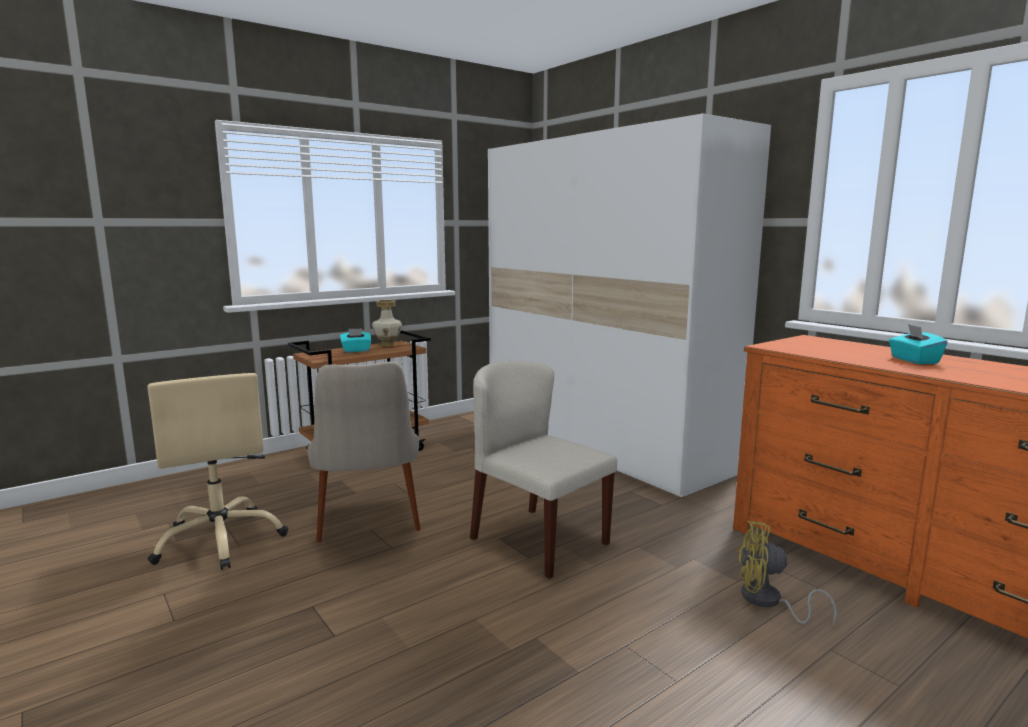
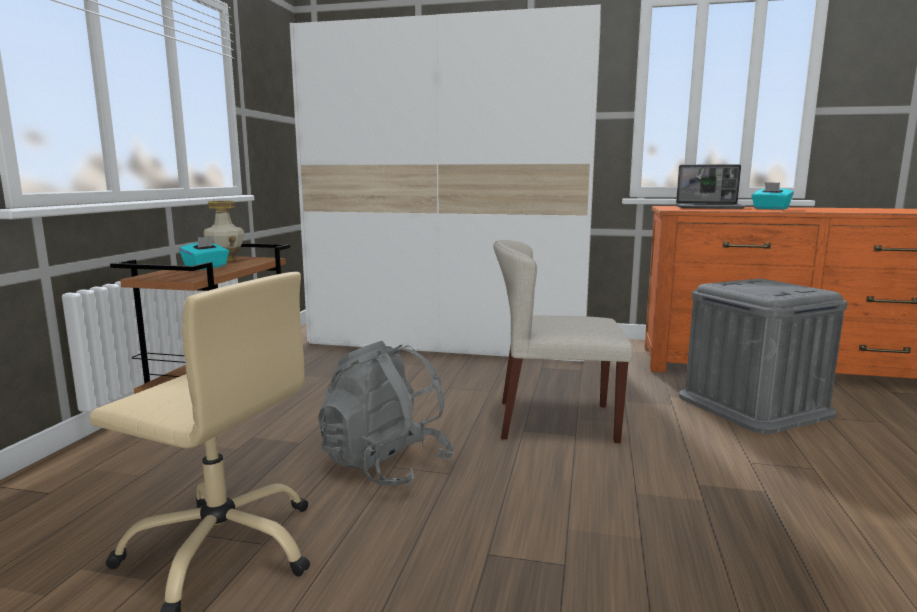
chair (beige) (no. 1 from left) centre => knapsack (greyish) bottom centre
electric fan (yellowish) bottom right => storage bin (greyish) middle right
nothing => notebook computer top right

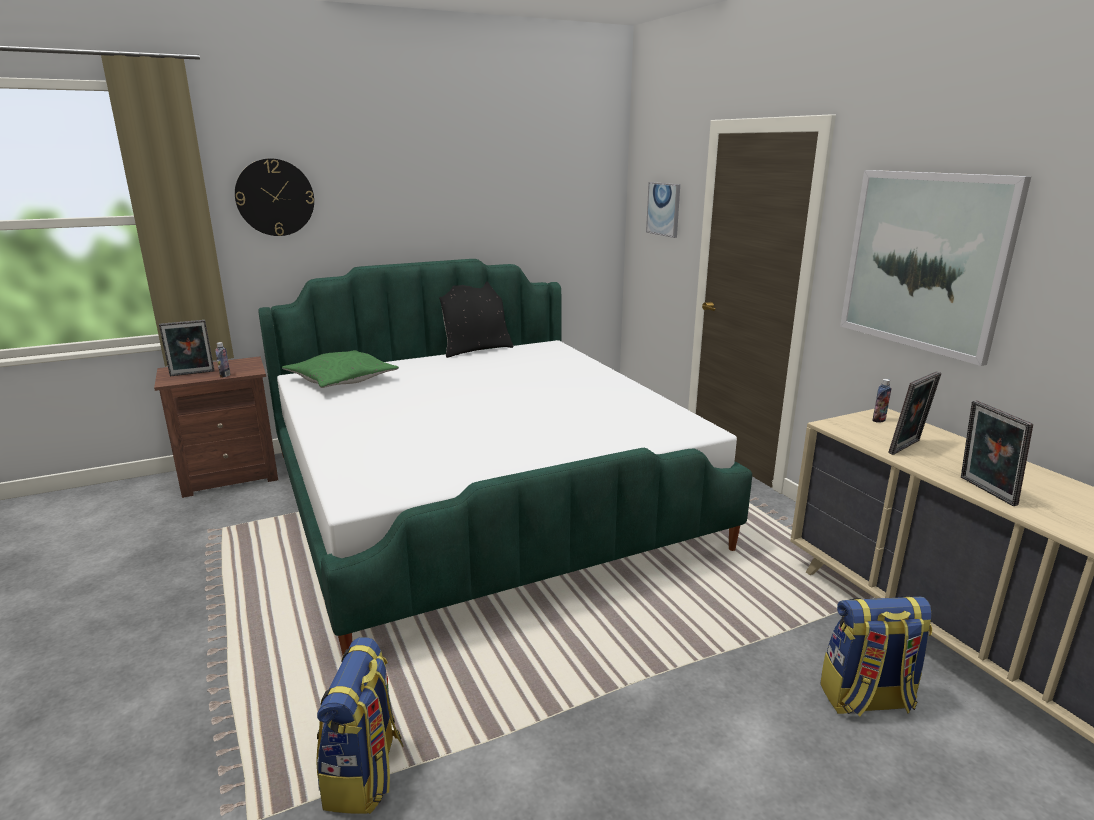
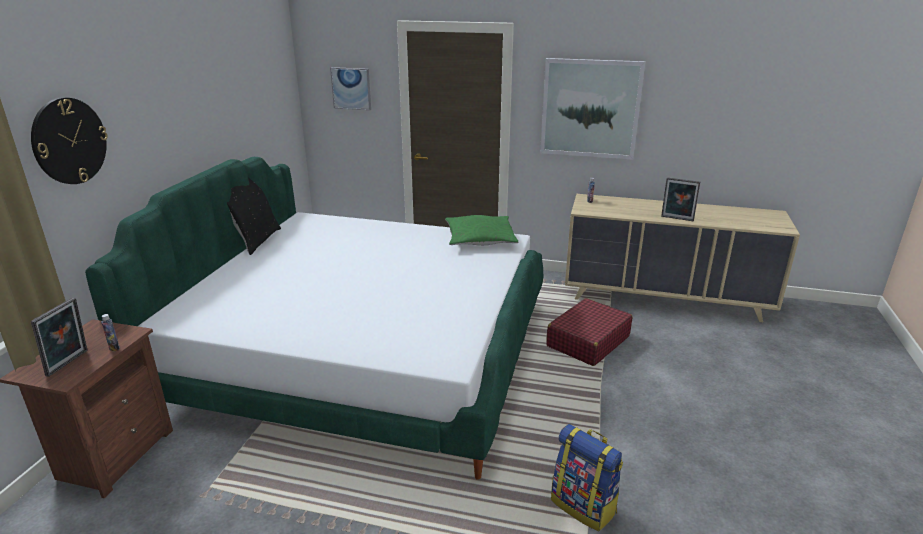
throw pillow (green) middle left => throw pillow (green) centre, relocated
knapsack (no. 2 from left) bottom right => nothing
photo frame (no. 2 from left) middle right => nothing
nothing => piece of luggage (red-coloured) centre

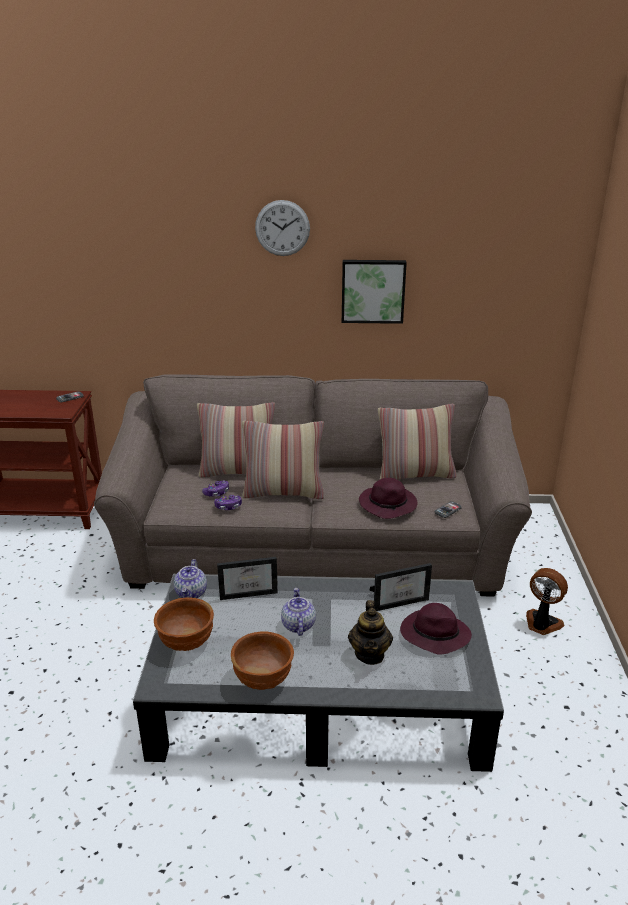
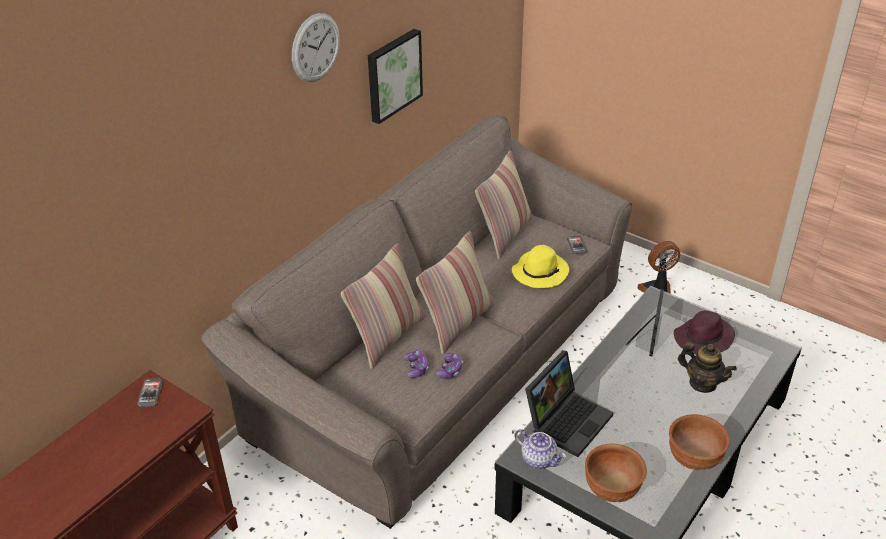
photo frame (no. 1 from left) centre => notebook computer bottom centre
tea pot (no. 2 from left) bottom centre => nothing
clothing hat (purplish) (no. 1 from left) centre => clothing hat (yellowish) centre

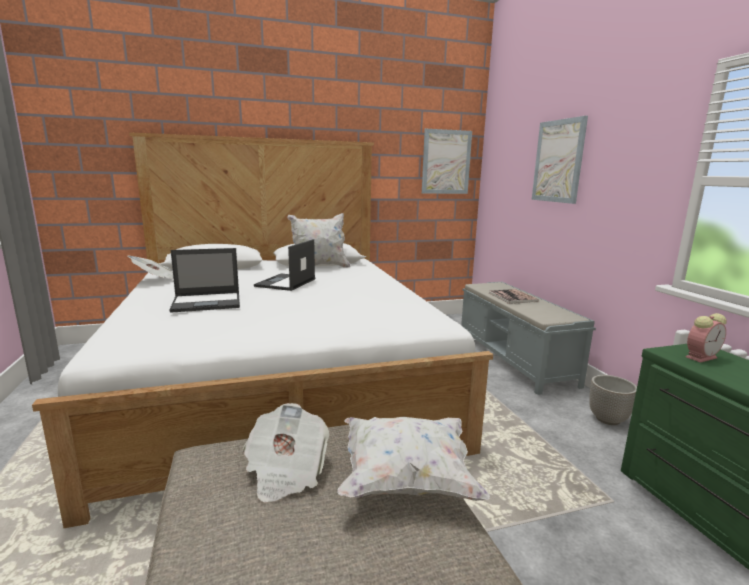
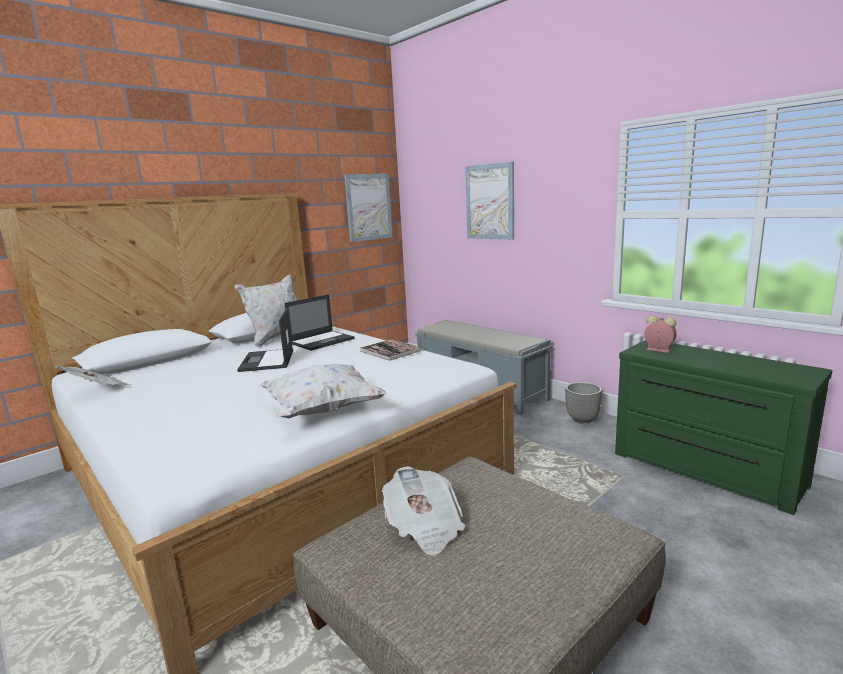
notebook computer (no. 1 from left in the first image) middle left => notebook computer (no. 2 from left) centre, relocated
throw pillow (whitish) (no. 2 from left) bottom centre => throw pillow (whitish) (no. 2 from left) centre, relocated
volume middle right => volume centre, relocated
alarm clock middle right, 90 degrees counterclockwise

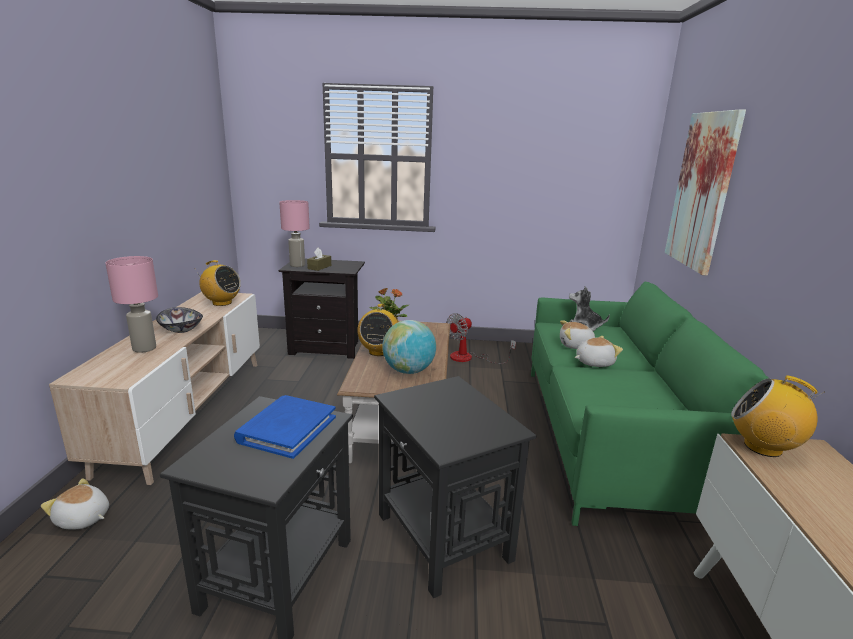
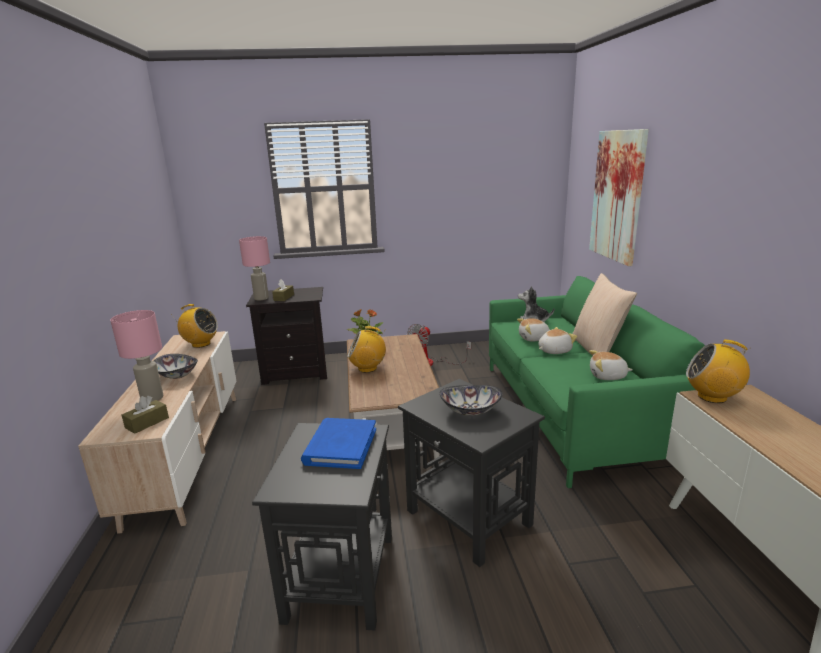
soft toy (no. 1 from left in the first image) bottom left => soft toy (no. 4 from left) middle right, relocated
radio set (no. 2 from left) centre, 90 degrees clockwise
desk globe centre => nothing
nothing => tissue box (brown) (no. 1 from left) middle left
nothing => deep dish (no. 2 from left) centre
nothing => throw pillow (beige) middle right

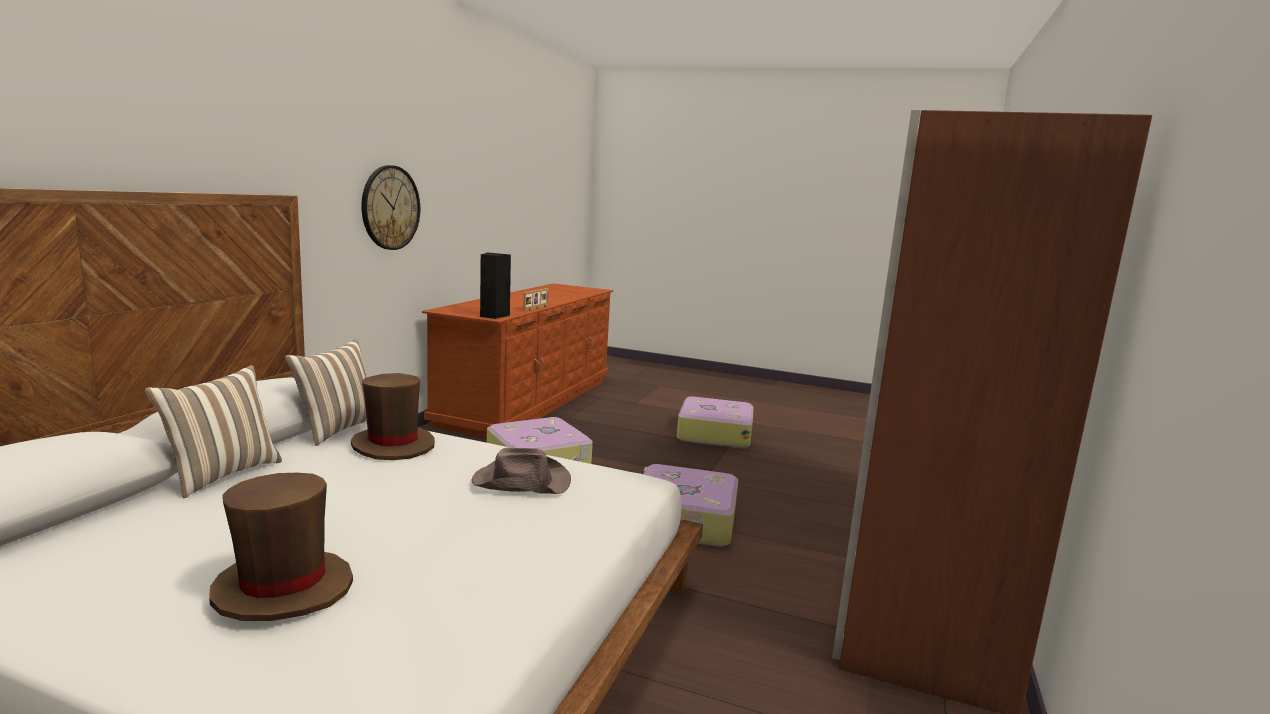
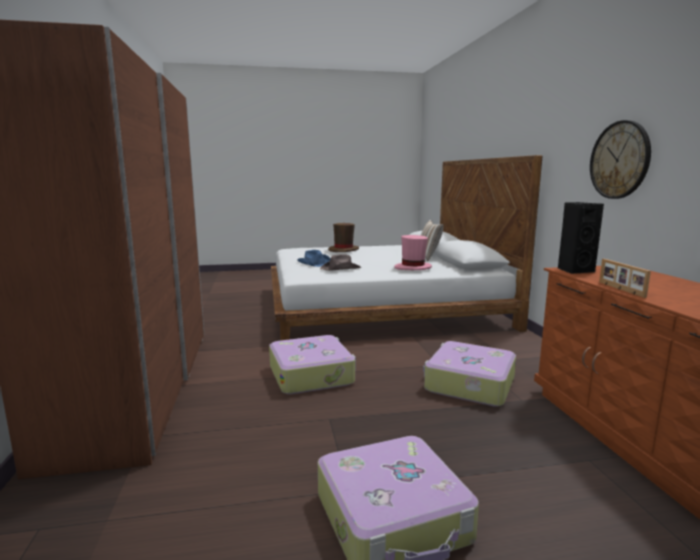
throw pillow (no. 2 from left) middle left => nothing
clothing hat (brown) (no. 2 from left) middle left => clothing hat (pinkish) centre
nothing => clothing hat (blue-coloured) centre

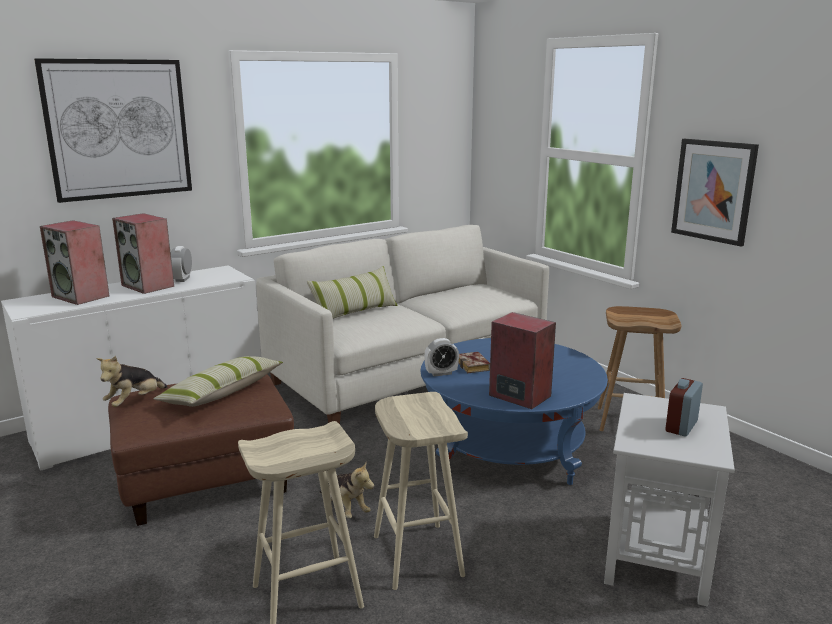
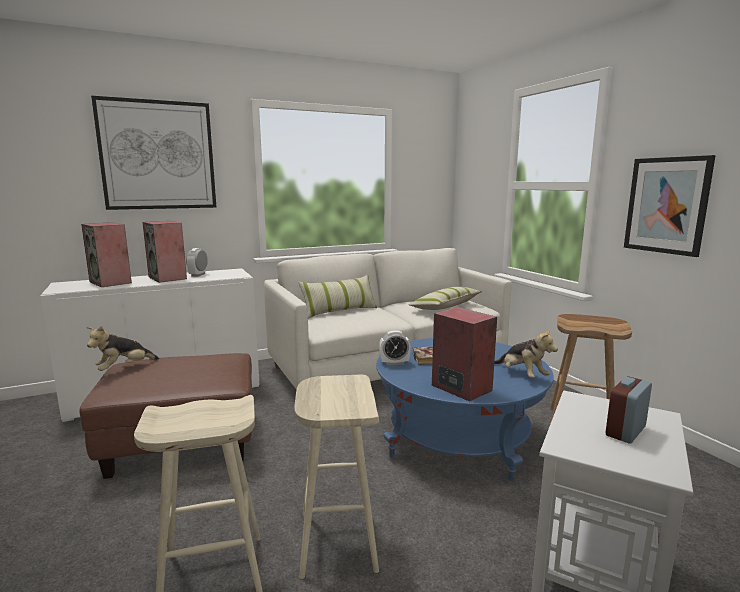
throw pillow (no. 1 from left in the first image) middle left => throw pillow (no. 2 from left) centre, relocated
soft toy (no. 2 from left) bottom centre => soft toy (no. 2 from left) middle right, relocated

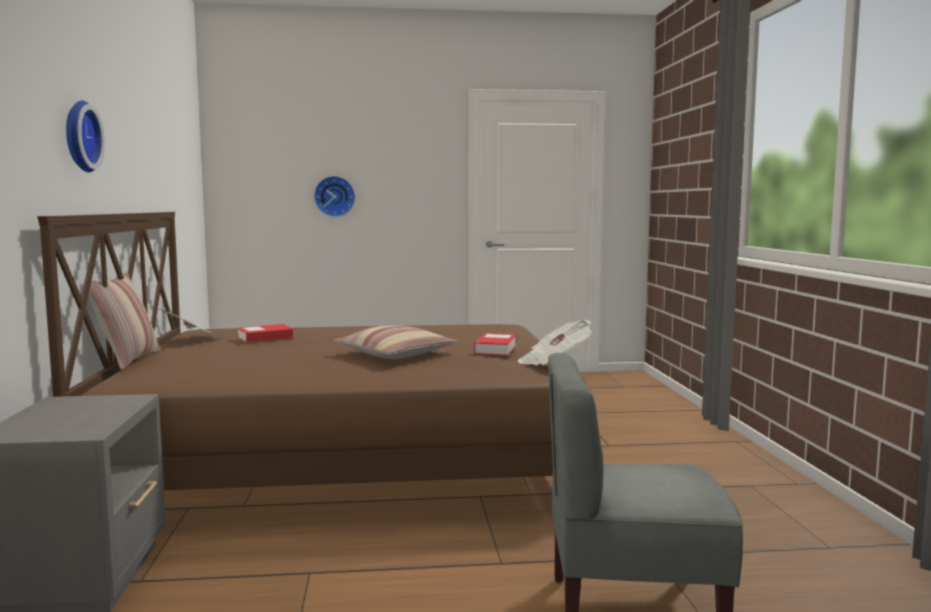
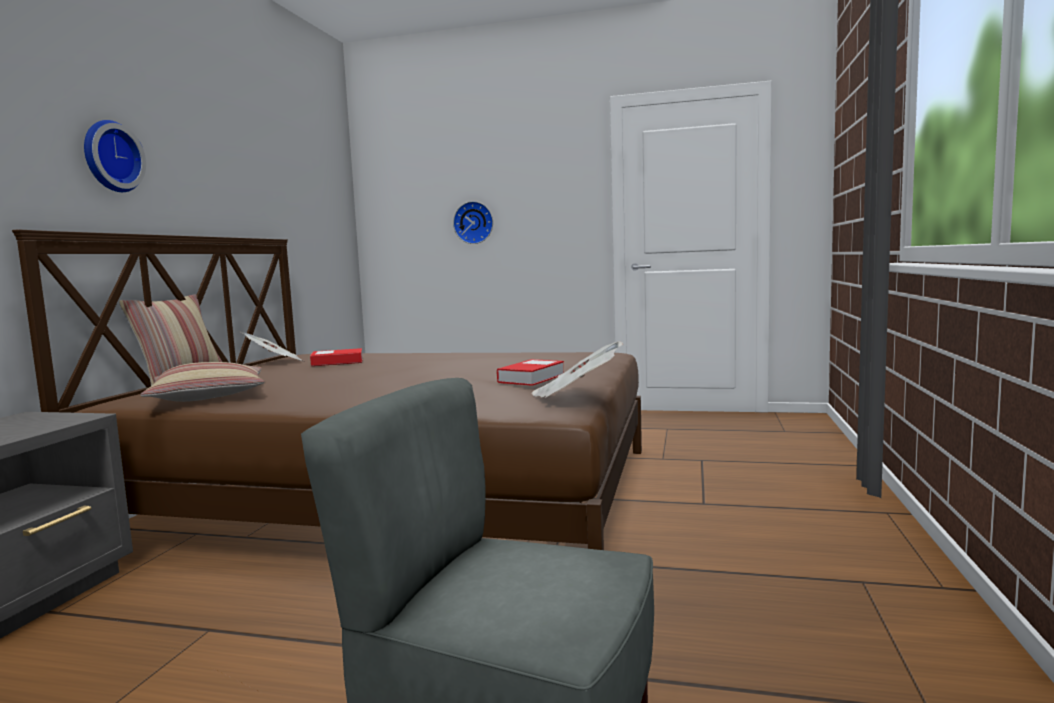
throw pillow (no. 2 from left) centre => throw pillow (no. 2 from left) middle left, relocated

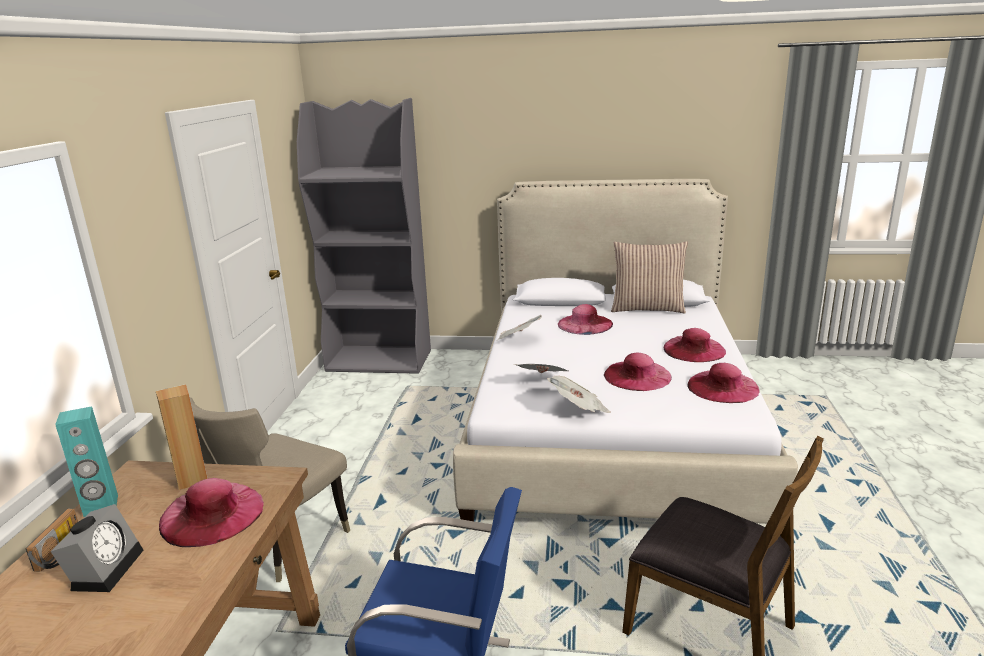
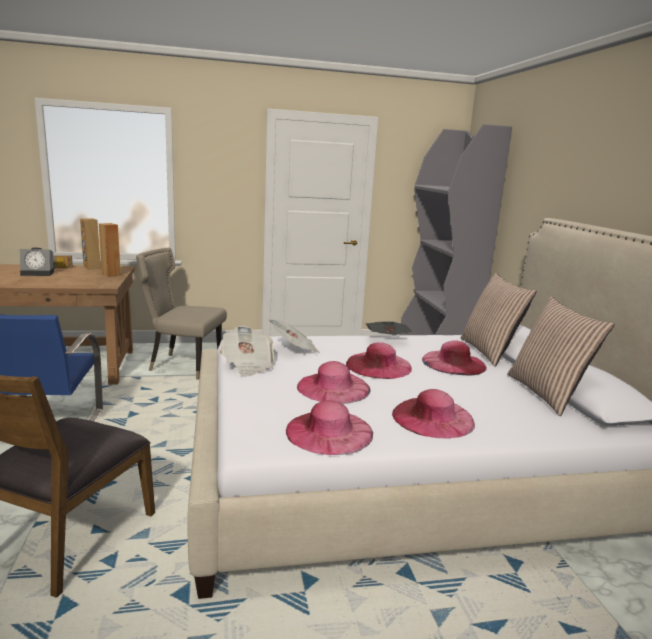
speaker (blue-green) bottom left => speaker (brown) (no. 1 from left) middle left
clothing hat (pinkish) (no. 1 from left in the first image) bottom left => clothing hat (pinkish) (no. 3 from left) centre, relocated
nothing => throw pillow (no. 1 from left) middle right

